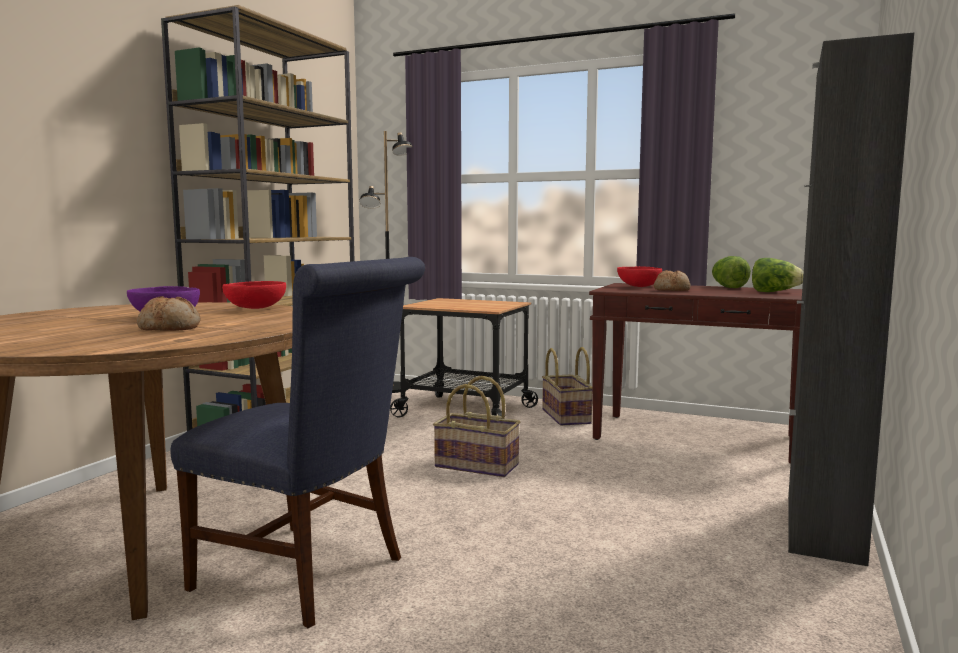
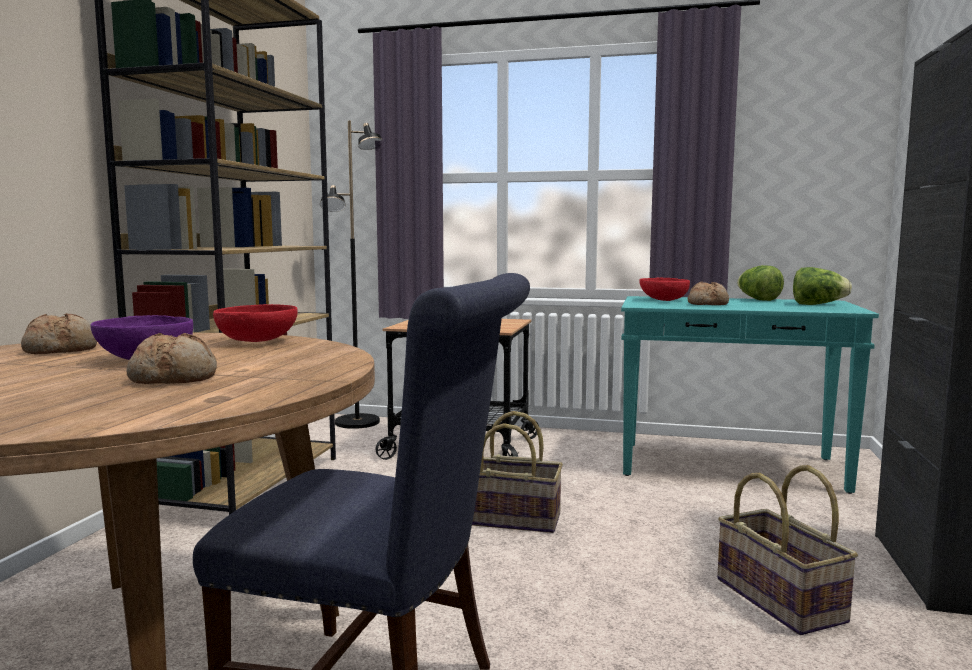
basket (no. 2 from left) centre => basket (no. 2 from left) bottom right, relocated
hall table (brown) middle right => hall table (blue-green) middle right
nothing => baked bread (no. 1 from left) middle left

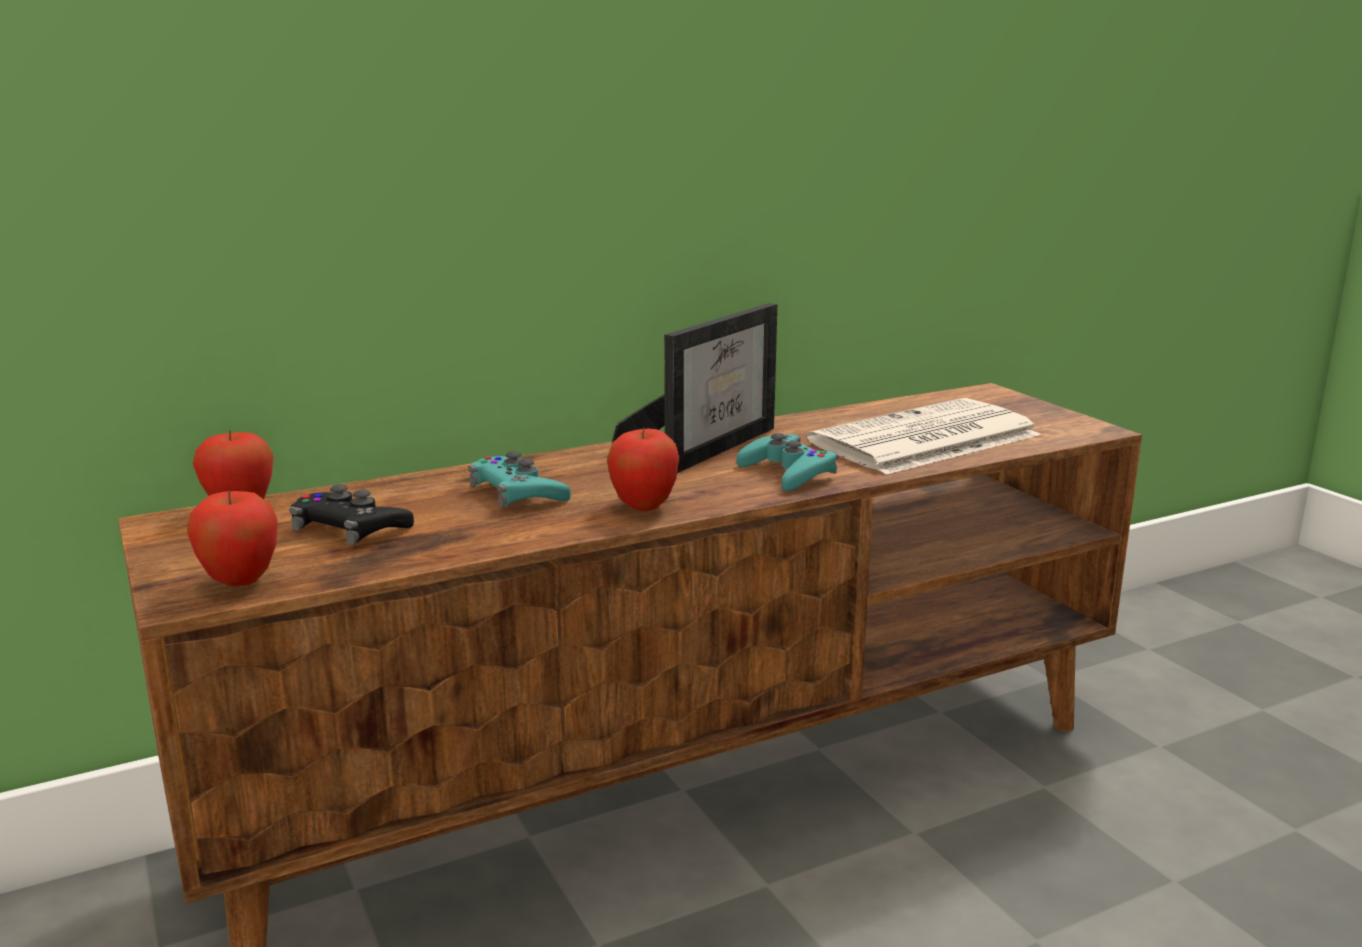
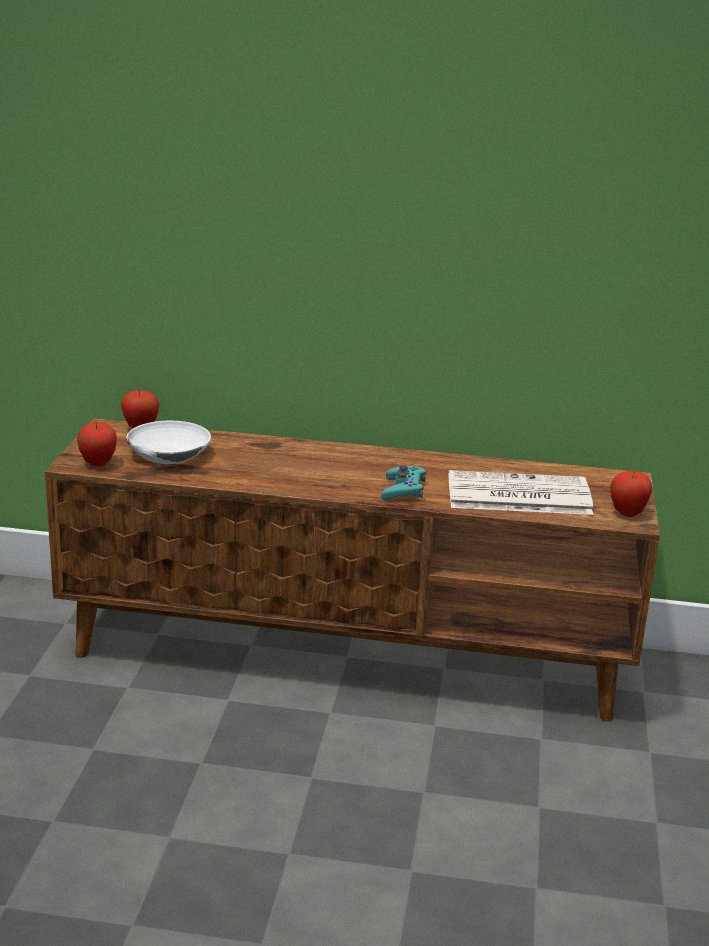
gamepad (black-coloured) middle left => deep dish (whitish) middle left
gamepad (blue-green) (no. 1 from left) centre => nothing
apple (no. 3 from left) centre => apple (no. 3 from left) middle right, relocated
photo frame centre => nothing

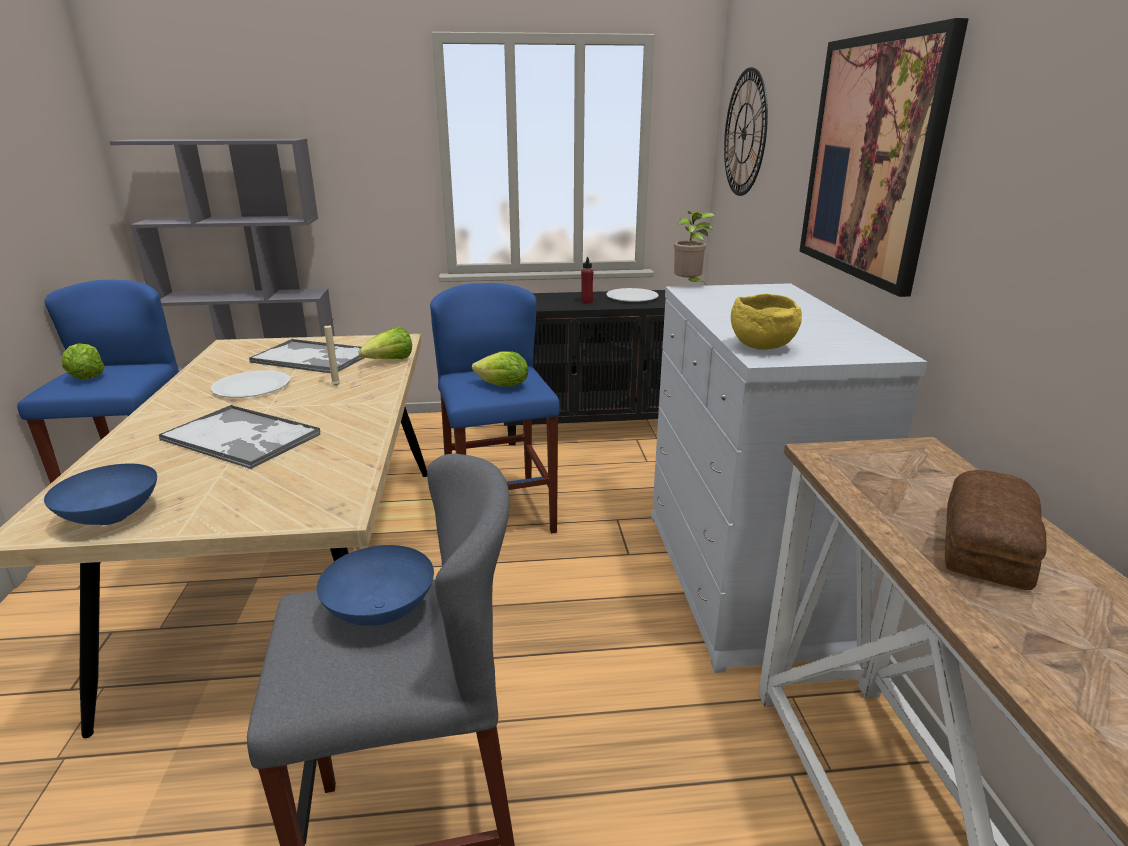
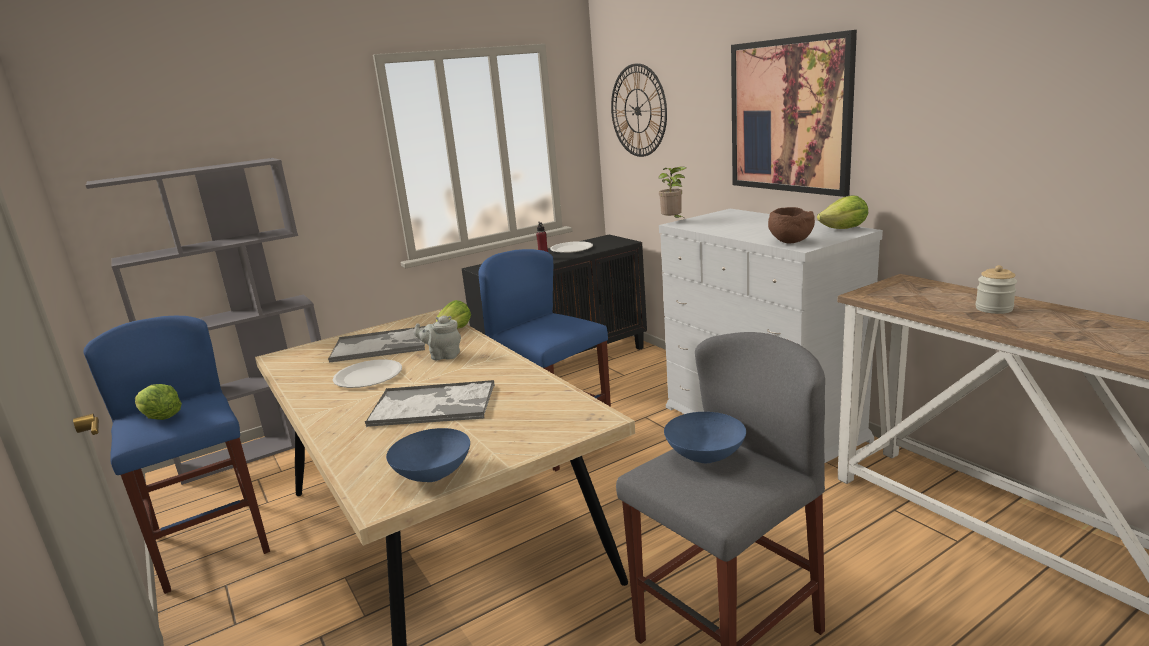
wax light (beige) middle left => tea pot (greyish) centre
head of lettuce (no. 3 from left) centre => head of lettuce (no. 3 from left) top right, relocated
deep dish (yellowish) middle right => deep dish (brown) middle right
baked bread middle right => preserve jar middle right

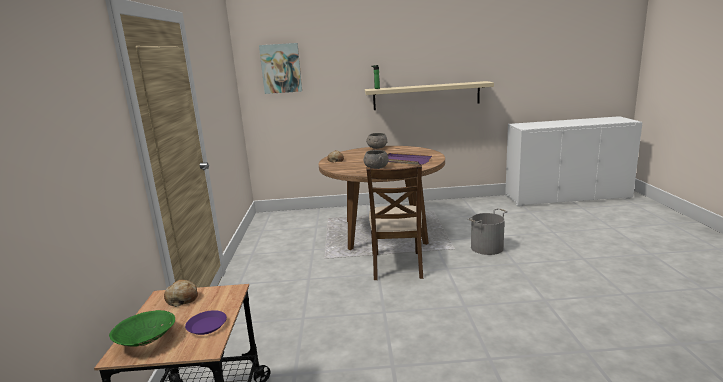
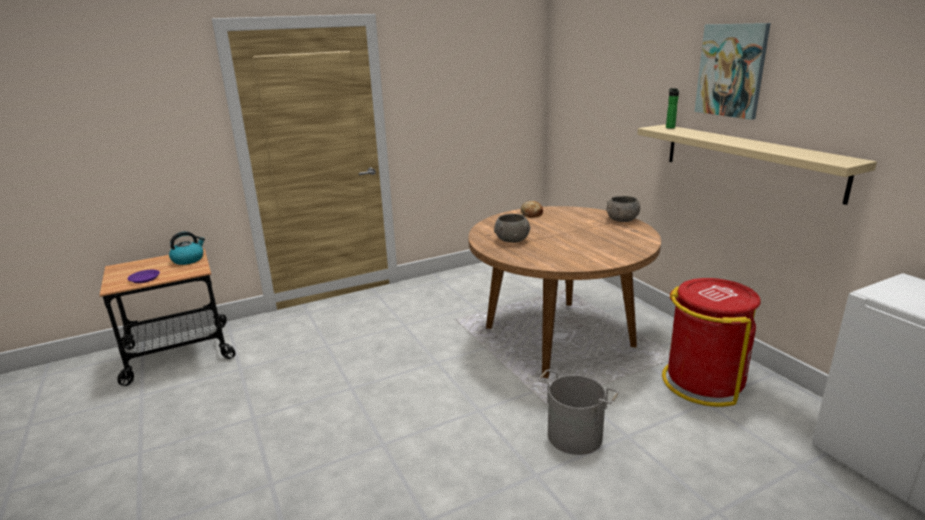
deep dish (green) bottom left => nothing
baked bread (no. 1 from left) bottom left => water kettle middle left
picture top centre => picture top right, relocated
chair (brown) centre => nothing
serving tray (purplish) centre => nothing
nothing => trash can (red-coloured) middle right

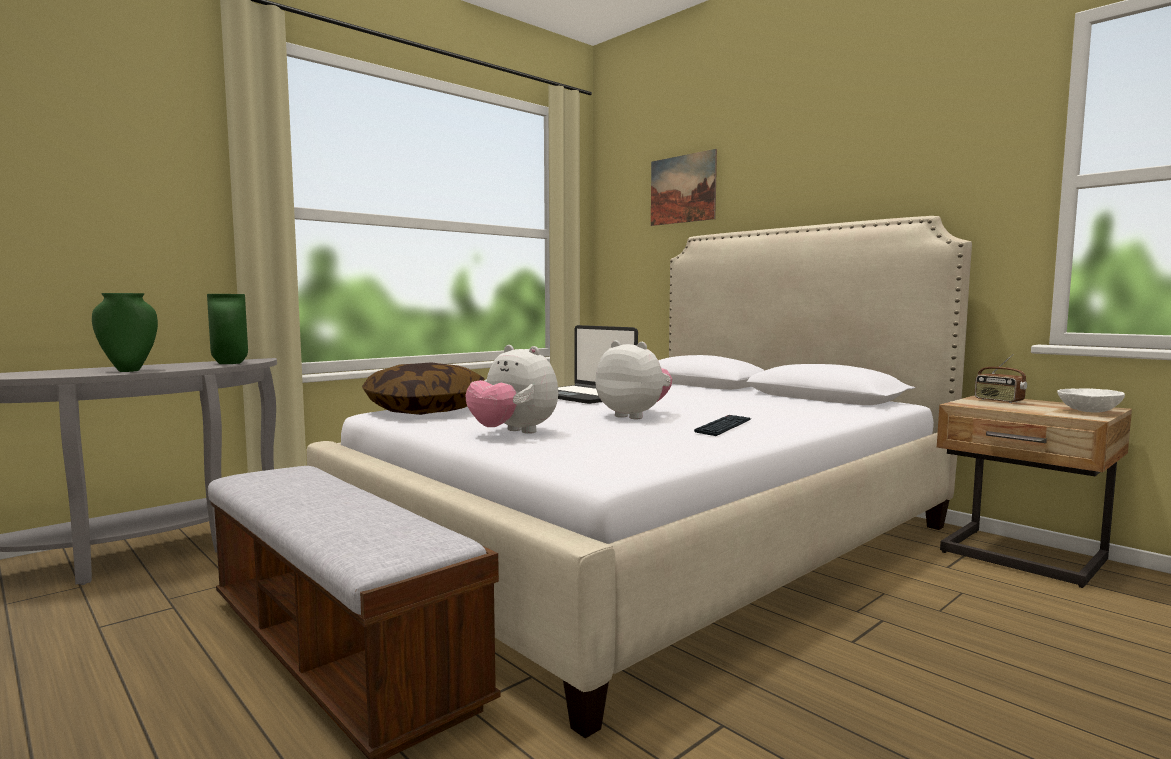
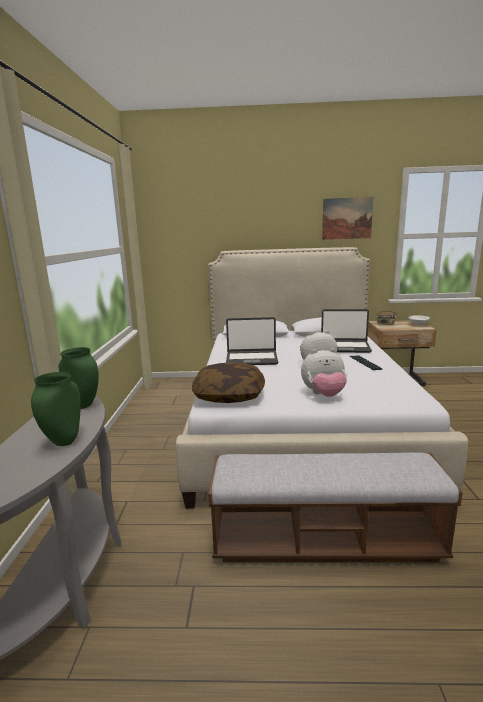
picture top centre => picture top right, relocated
nothing => notebook computer (no. 2 from left) middle right

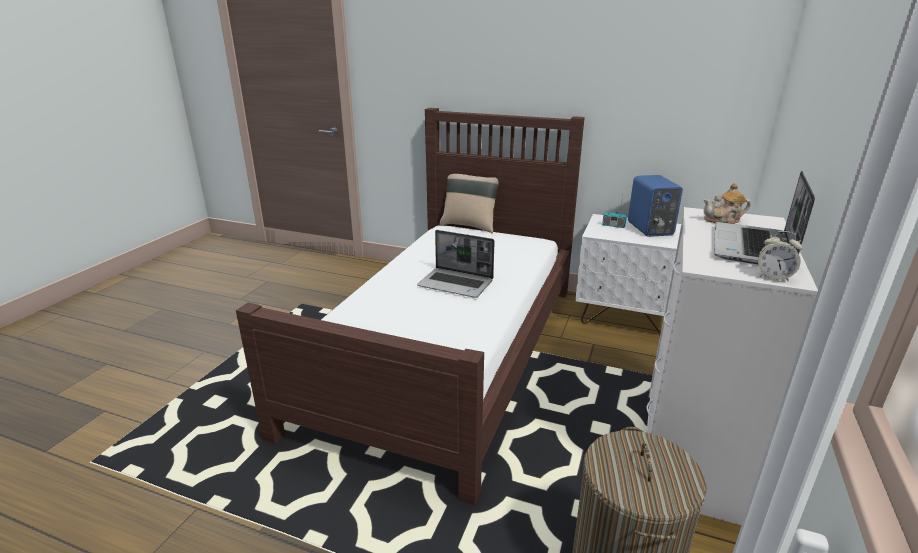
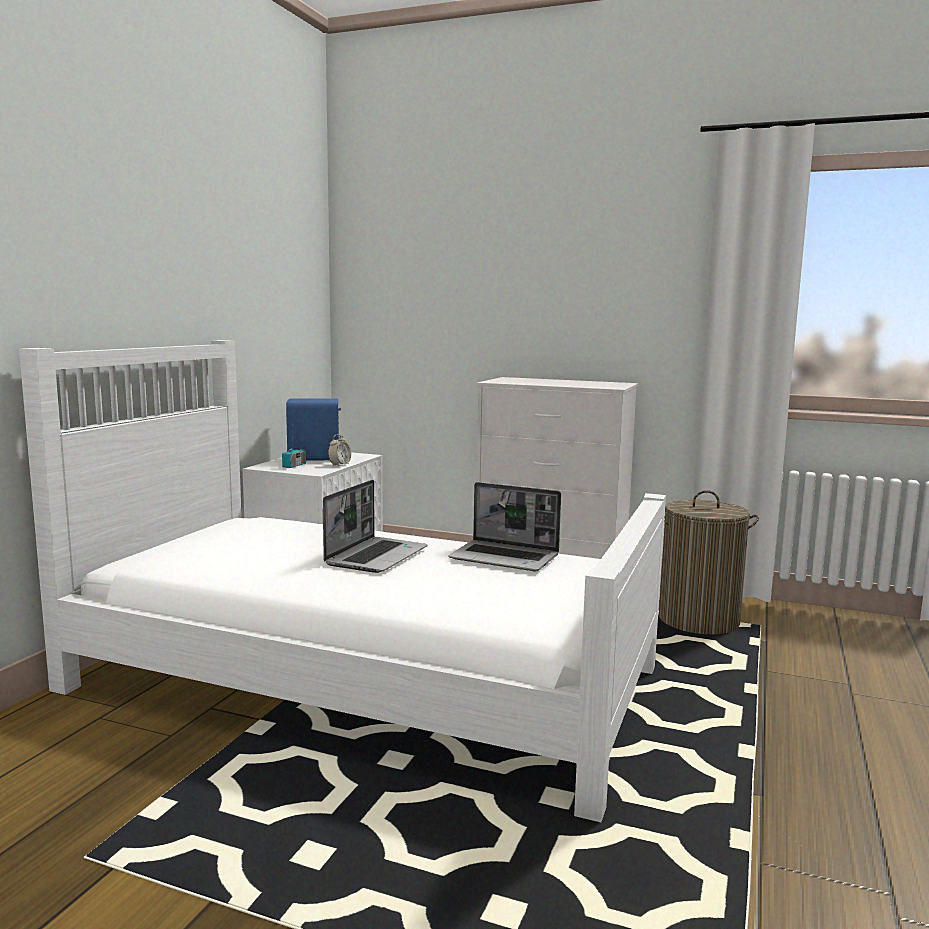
sleeping bed (brown) centre => sleeping bed (whitish) centre
throw pillow (beige) centre => nothing
tea pot middle right => nothing
notebook computer (no. 2 from left) middle right => notebook computer (no. 2 from left) centre, relocated
alarm clock middle right => alarm clock centre, relocated

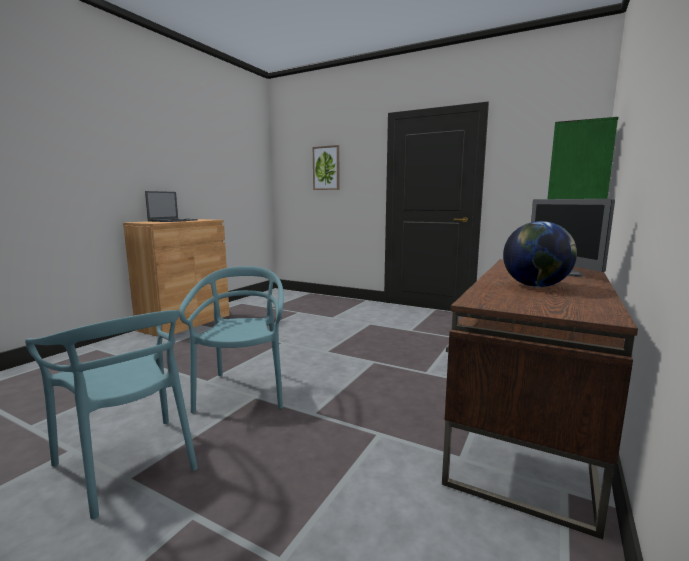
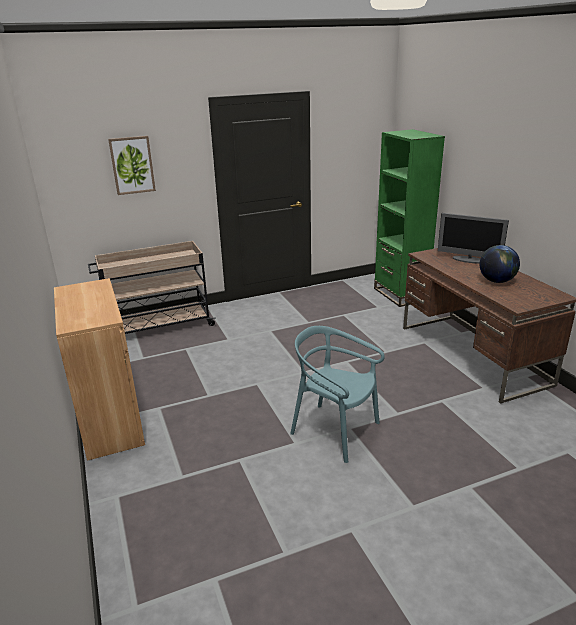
chair (blue-green) (no. 1 from left) bottom left => nothing
notebook computer middle left => nothing
nothing => cart (beige) middle left

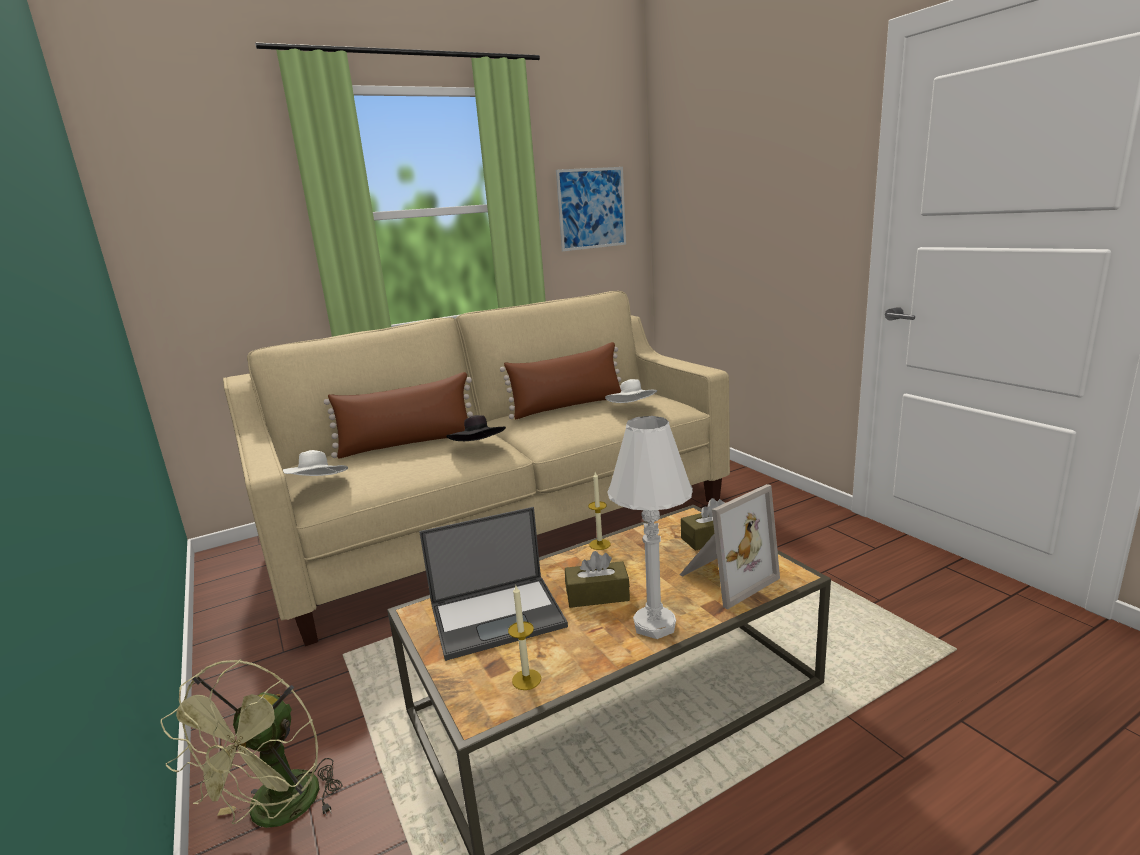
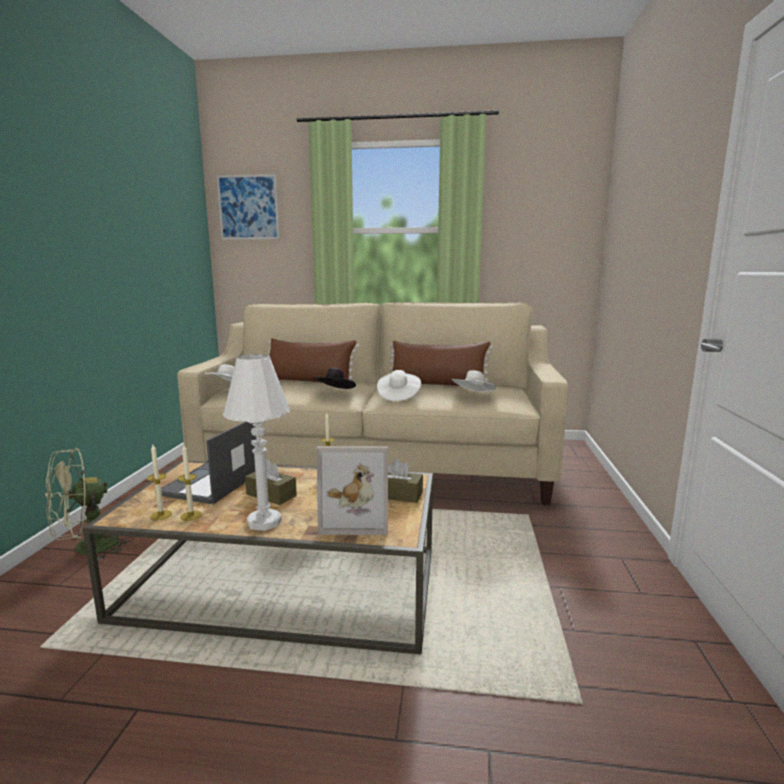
notebook computer bottom centre => notebook computer middle left, 90 degrees clockwise
picture top centre => picture top left, relocated
nothing => wax light (no. 2 from left) middle left
nothing => clothing hat (whitish) (no. 2 from left) centre

